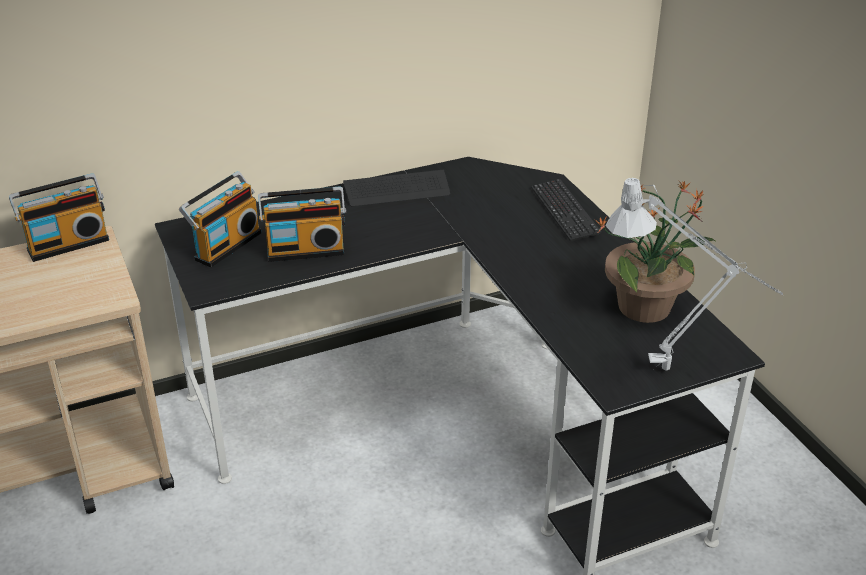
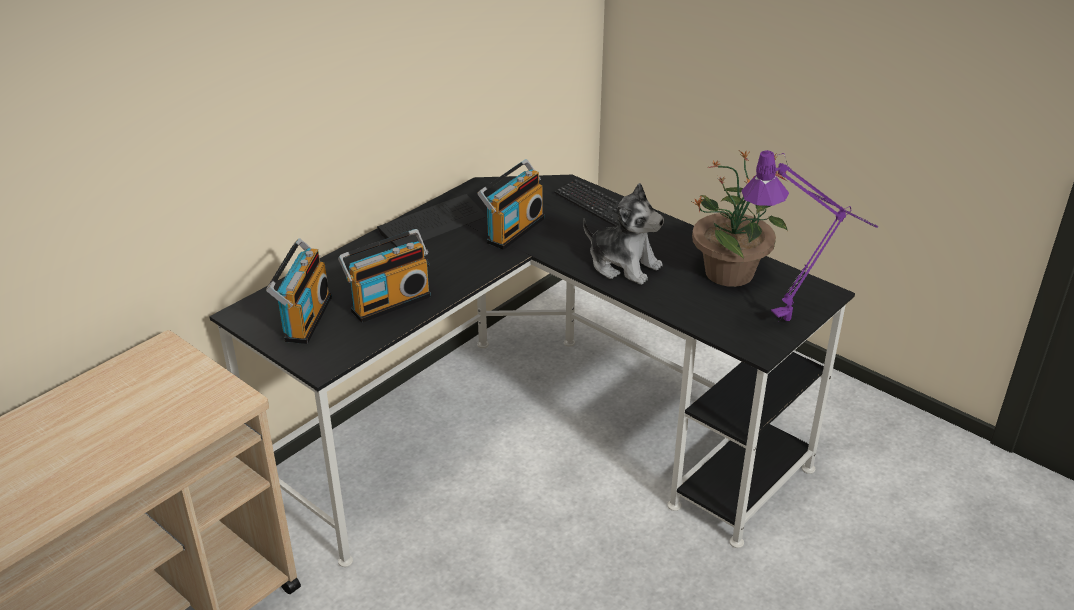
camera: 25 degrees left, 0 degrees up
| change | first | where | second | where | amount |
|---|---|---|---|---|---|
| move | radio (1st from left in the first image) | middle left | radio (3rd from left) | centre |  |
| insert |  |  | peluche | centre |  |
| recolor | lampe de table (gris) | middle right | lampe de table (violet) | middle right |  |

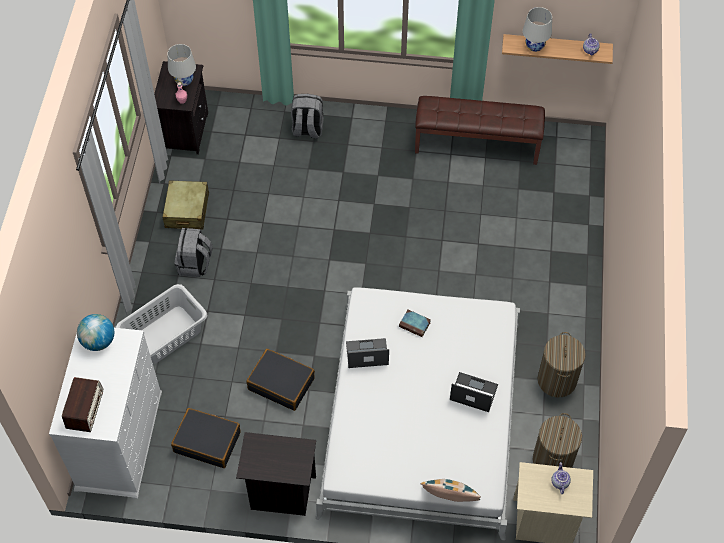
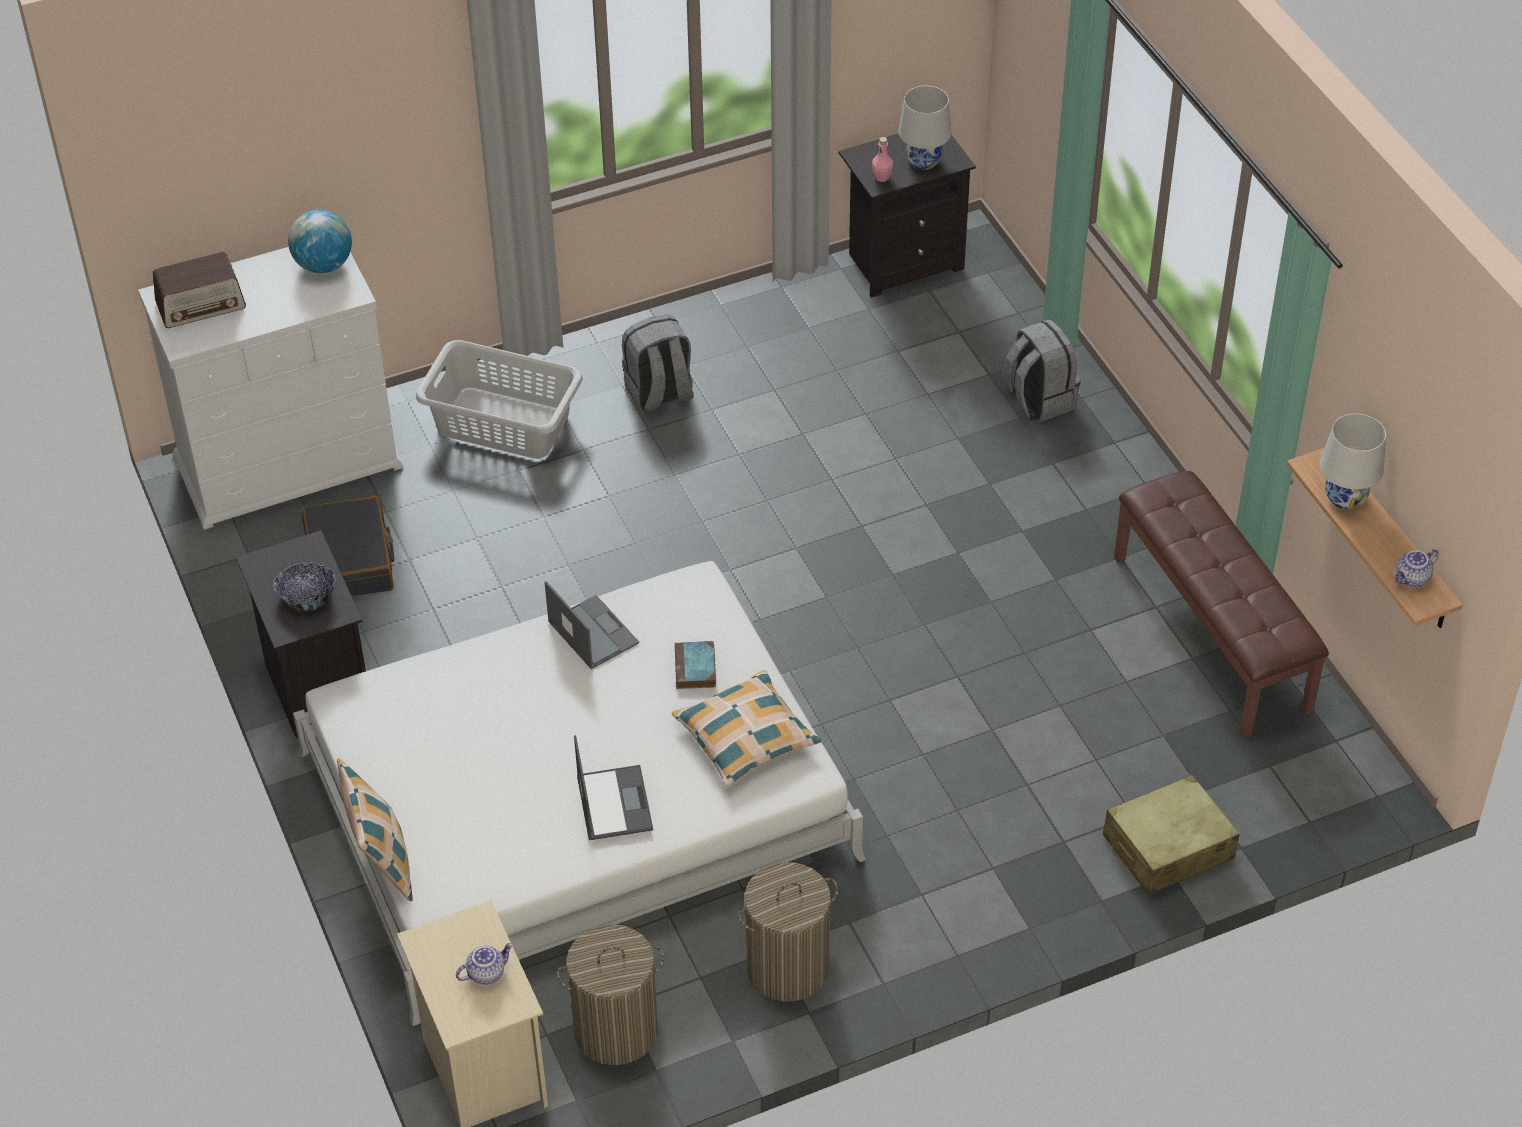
camera: 60 degrees right, 10 degrees down
| change | first | where | second | where | amount |
|---|---|---|---|---|---|
| insert |  |  | bol | middle left |  |
| insert |  |  | coussin (2nd from left) | centre |  |
| move | valise (beige) | middle left |  | bottom right |  |
| delete | valise (noir) (2nd from left) | bottom centre |  |  |  |

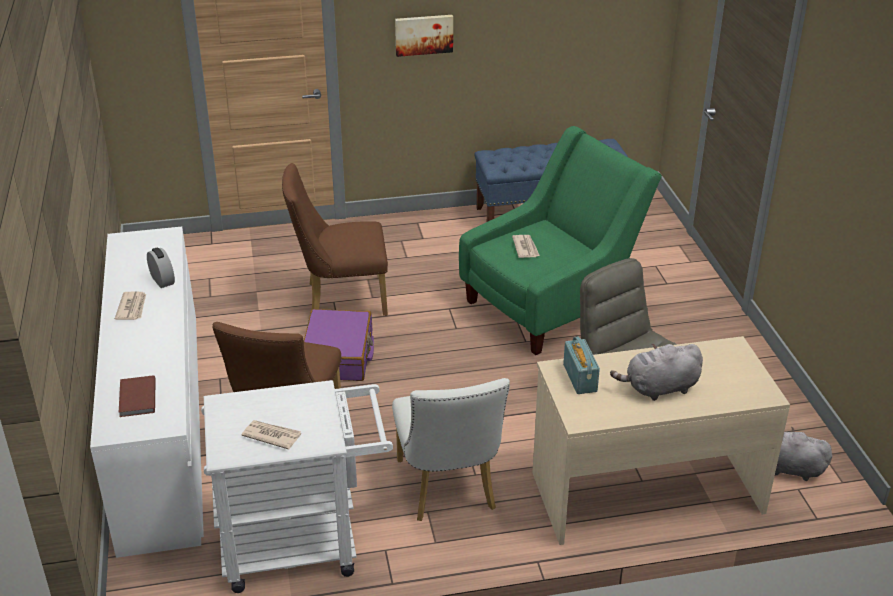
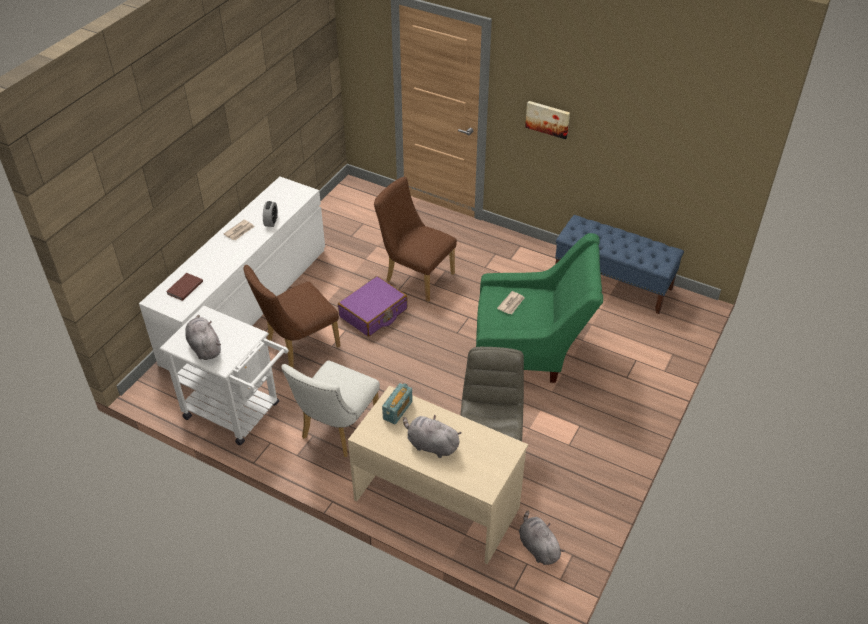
camera: 40 degrees right, 10 degrees up
| change | first | where | second | where | amount |
|---|---|---|---|---|---|
| replace | journal (2nd from left) | bottom left | peluche (gris) (1st from left) | middle left |  |

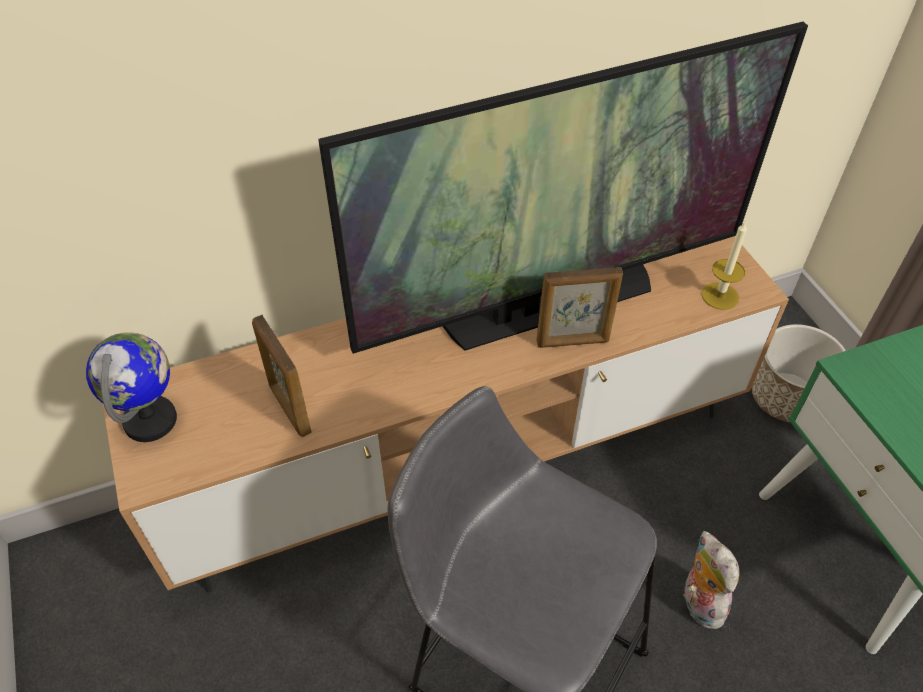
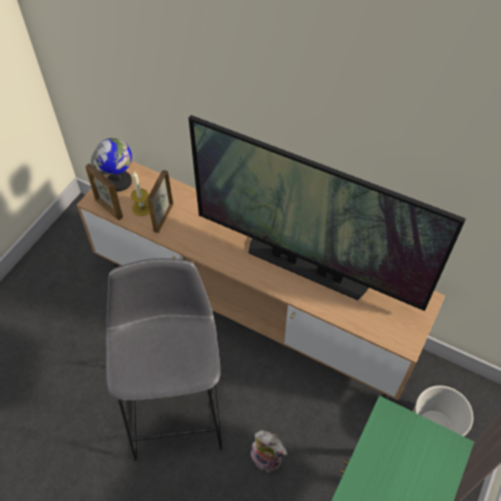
camera: 50 degrees right, 5 degrees up
| change | first | where | second | where | amount |
|---|---|---|---|---|---|
| move | cadre photo (2nd from left in the first image) | centre | cadre photo (1st from left) | middle left |  |
| move | bougie | middle right |  | middle left |  |
| rotate | peluche | bottom right |  | bottom centre | 90 degrees clockwise |

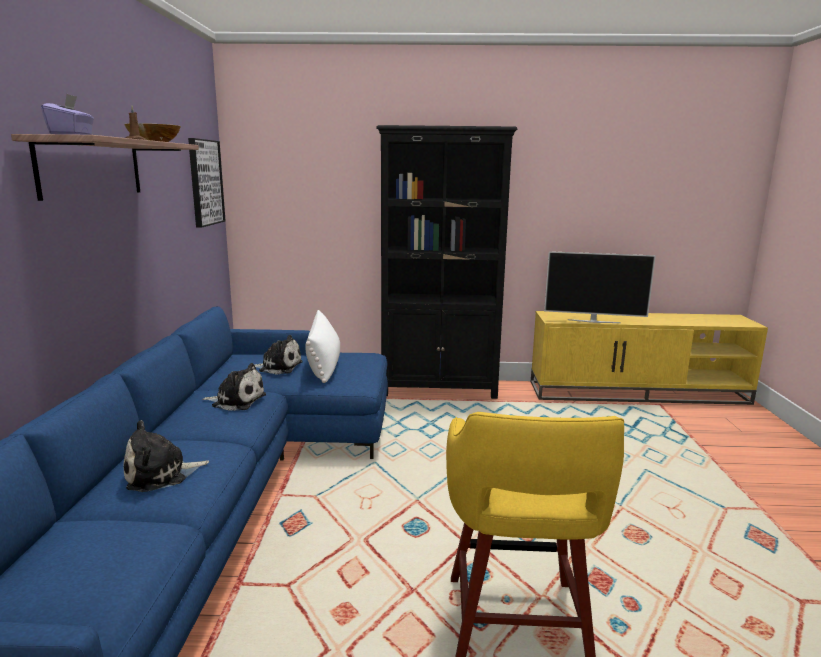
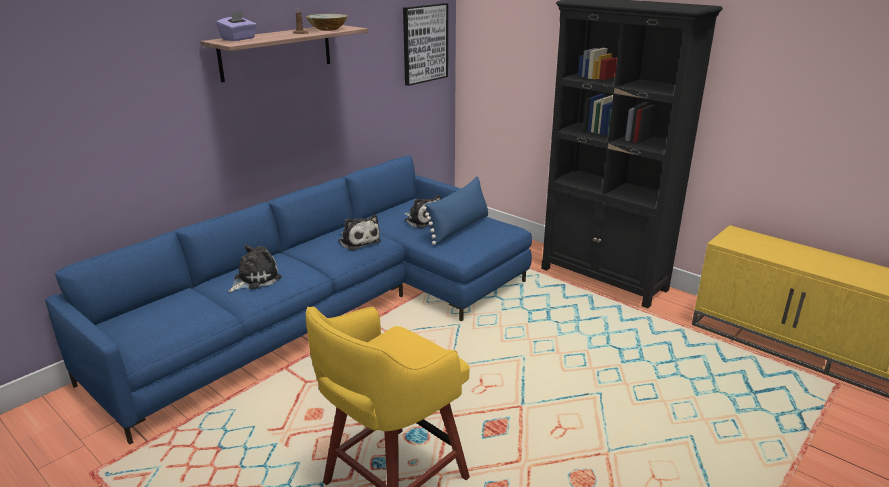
camera: 40 degrees right, 10 degrees up
| change | first | where | second | where | amount |
|---|---|---|---|---|---|
| rotate | peluche (1st from left) | bottom left |  | middle left | 120 degrees clockwise |
| recolor | coussin (blanc) | centre | coussin (bleu) | centre |  |
| delete | téléviseur | middle right |  |  |  |

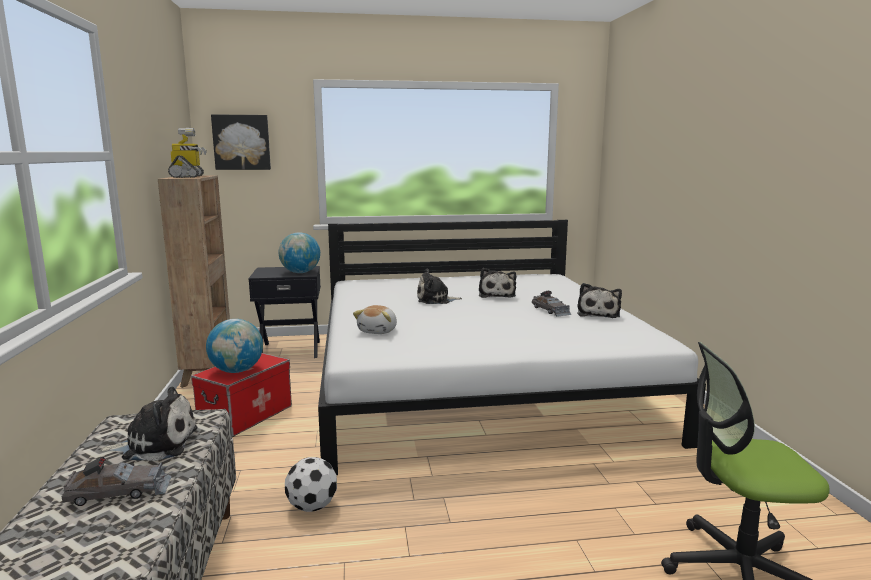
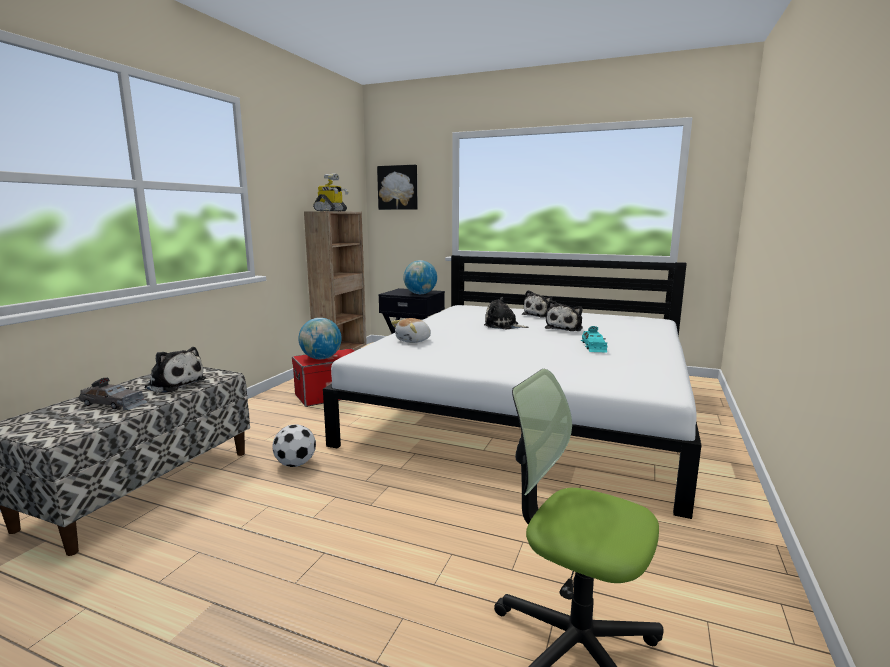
camera: 30 degrees right, 0 degrees up
| change | first | where | second | where | amount |
|---|---|---|---|---|---|
| move | peluche (5th from left in the first image) | middle right | peluche (4th from left) | centre |  |
| recolor | petite voiture (gris) (2nd from left) | centre | petite voiture (turquoise) | middle right |  |

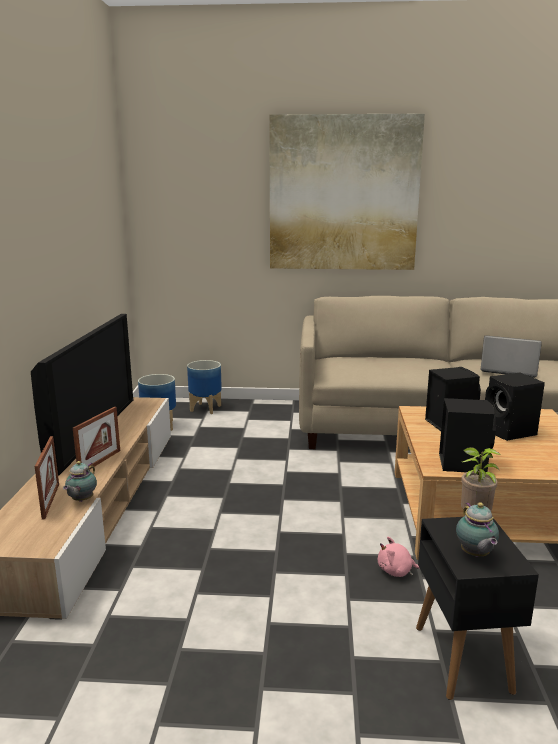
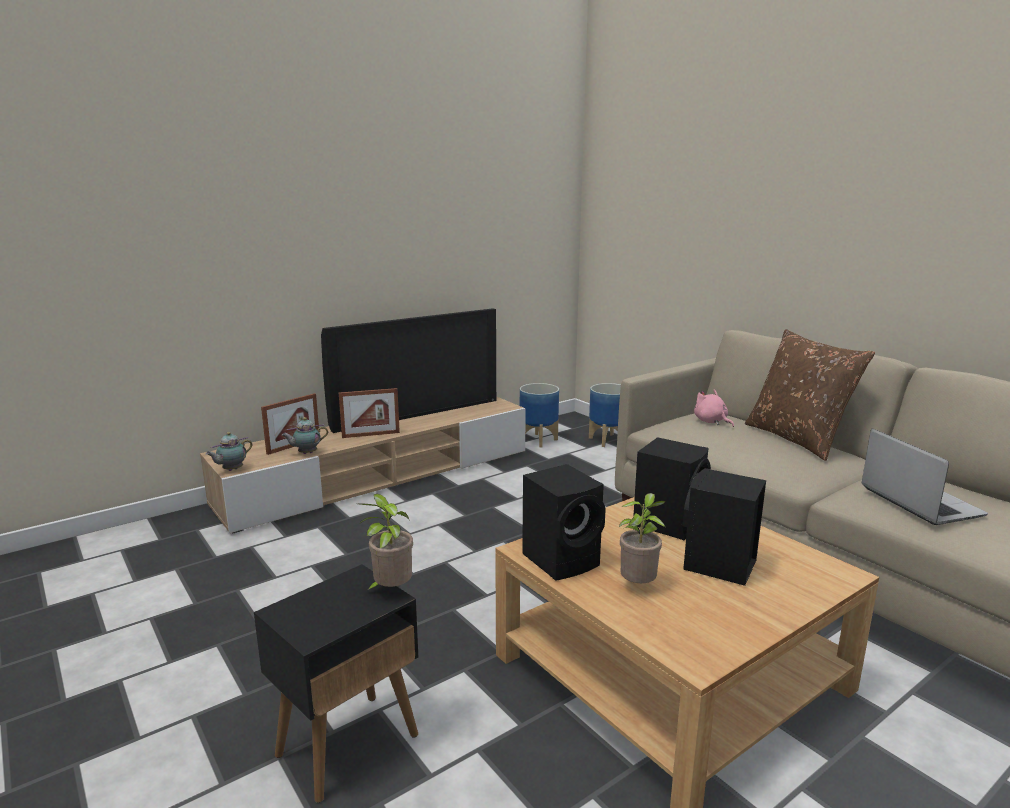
camera: 50 degrees right, 0 degrees up
| change | first | where | second | where | amount |
|---|---|---|---|---|---|
| move | théière (2nd from left in the first image) | bottom right | théière (1st from left) | middle left |  |
| insert |  |  | plante en pot (2nd from left) | centre |  |
| move | peluche (rose) | bottom right |  | middle right |  |
| insert |  |  | coussin (marron) | middle right |  |
| delete | tableau | top centre |  |  |  |

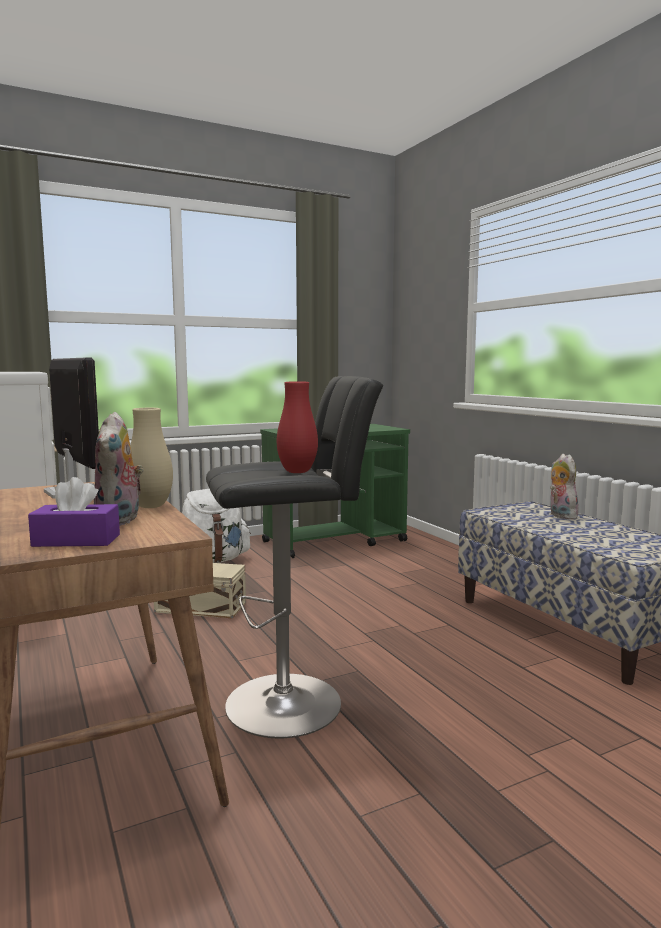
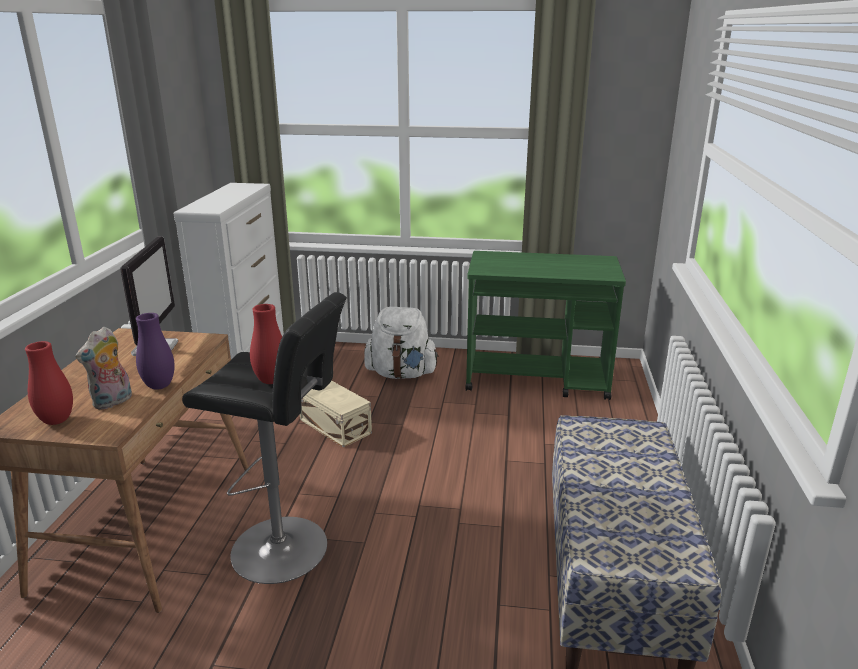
camera: 35 degrees right, 15 degrees up
| change | first | where | second | where | amount |
|---|---|---|---|---|---|
| replace | boîte à mouchoirs (violet) | middle left | vase (rouge) (1st from left) | middle left |  |
| recolor | vase (beige) | middle left | vase (violet) | middle left |  |
| delete | peluche (2nd from left) | middle right |  |  |  |

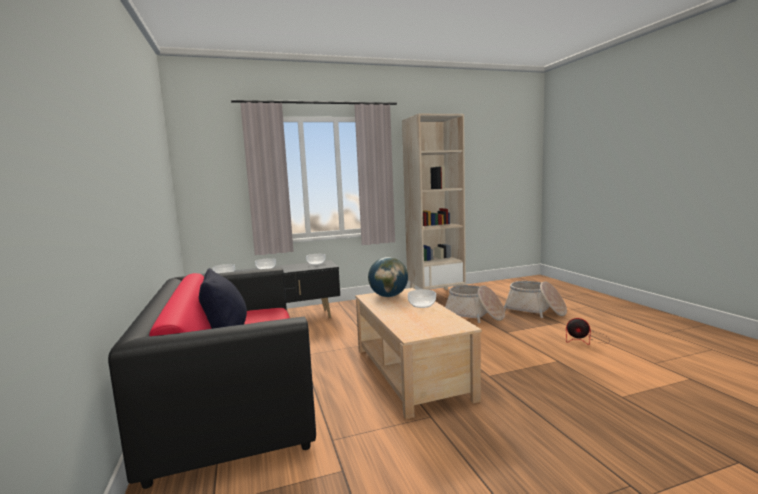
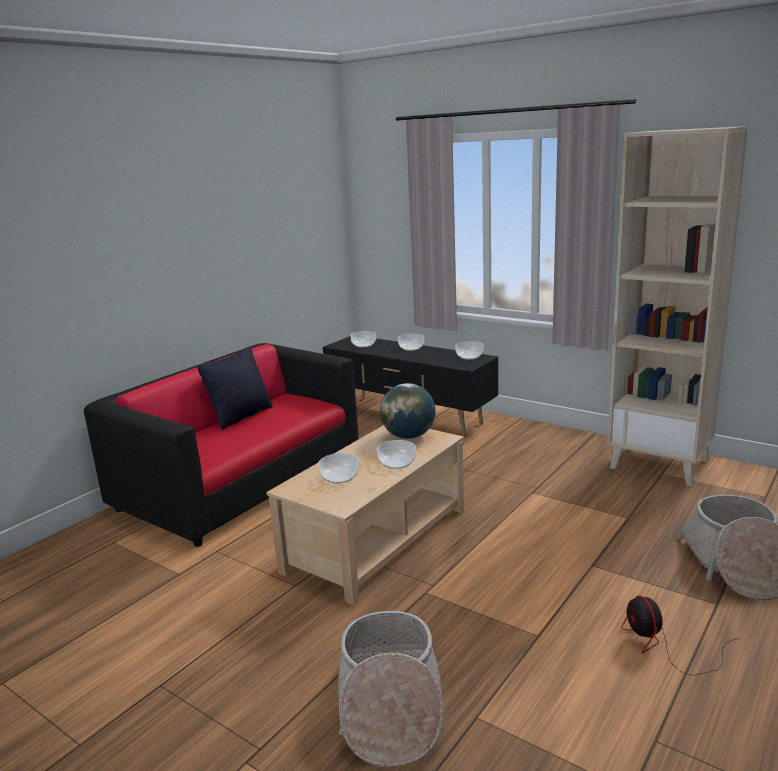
camera: 55 degrees right, 10 degrees up
| change | first | where | second | where | amount |
|---|---|---|---|---|---|
| insert |  |  | bol (1st from left) | centre |  |
| move | panier (1st from left) | centre |  | bottom centre |  |

